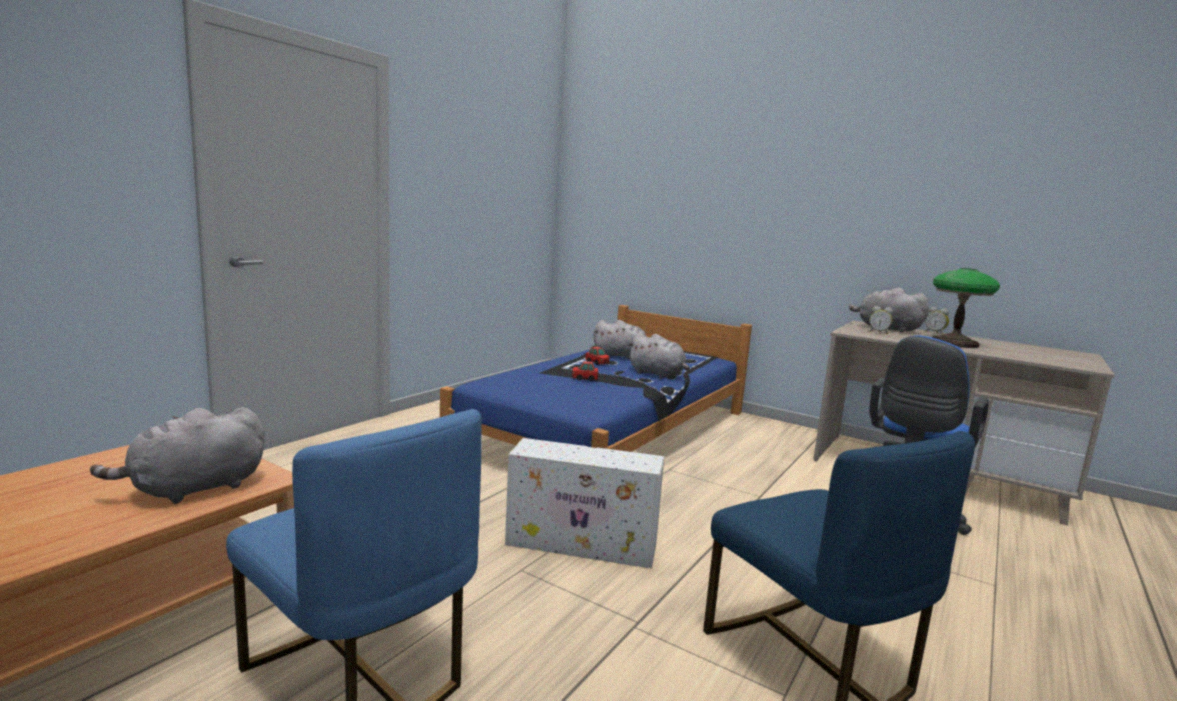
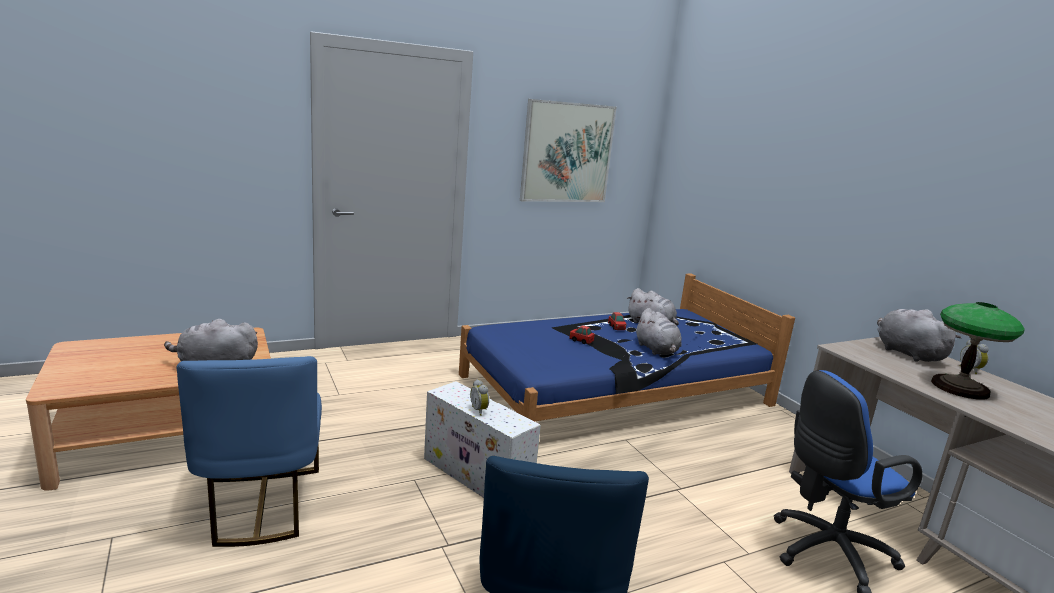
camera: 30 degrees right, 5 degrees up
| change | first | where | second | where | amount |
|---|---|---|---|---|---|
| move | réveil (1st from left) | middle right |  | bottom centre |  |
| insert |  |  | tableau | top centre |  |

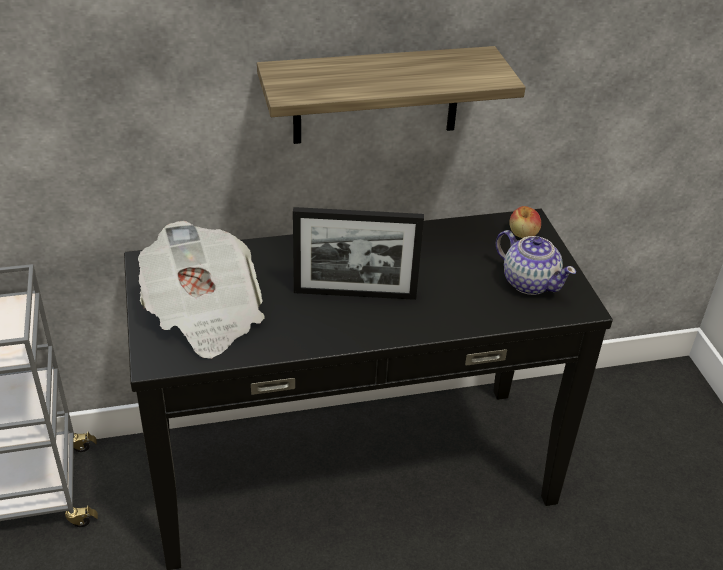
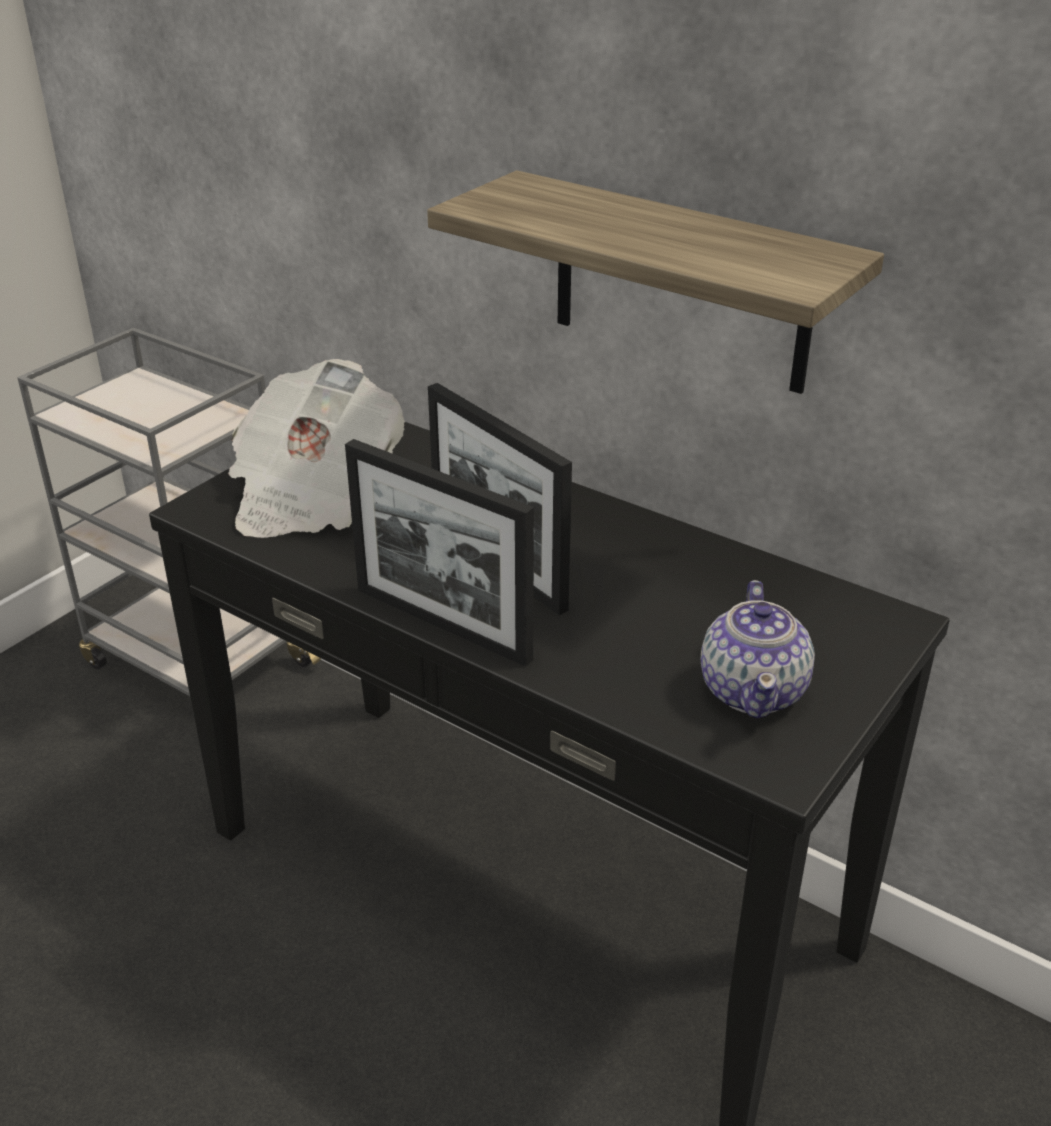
camera: 50 degrees right, 5 degrees down
| change | first | where | second | where | amount |
|---|---|---|---|---|---|
| insert |  |  | cadre photo (1st from left) | centre |  |
| delete | pomme | middle right |  |  |  |

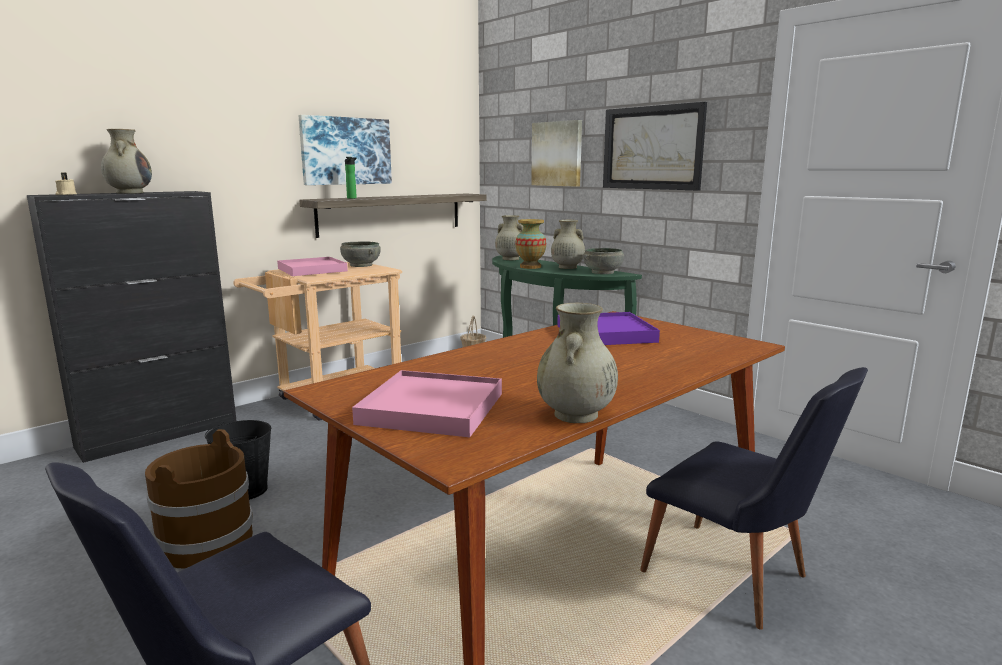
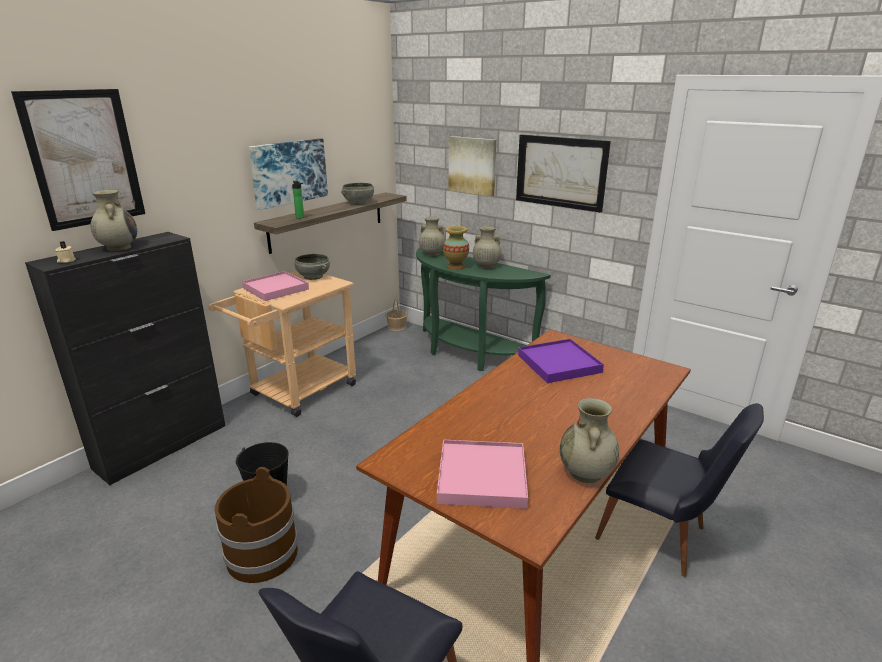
camera: 10 degrees left, 10 degrees up
| change | first | where | second | where | amount |
|---|---|---|---|---|---|
| insert |  |  | tableau (1st from left) | top left |  |
| move | bol (gris) (2nd from left) | centre |  | top centre |  |

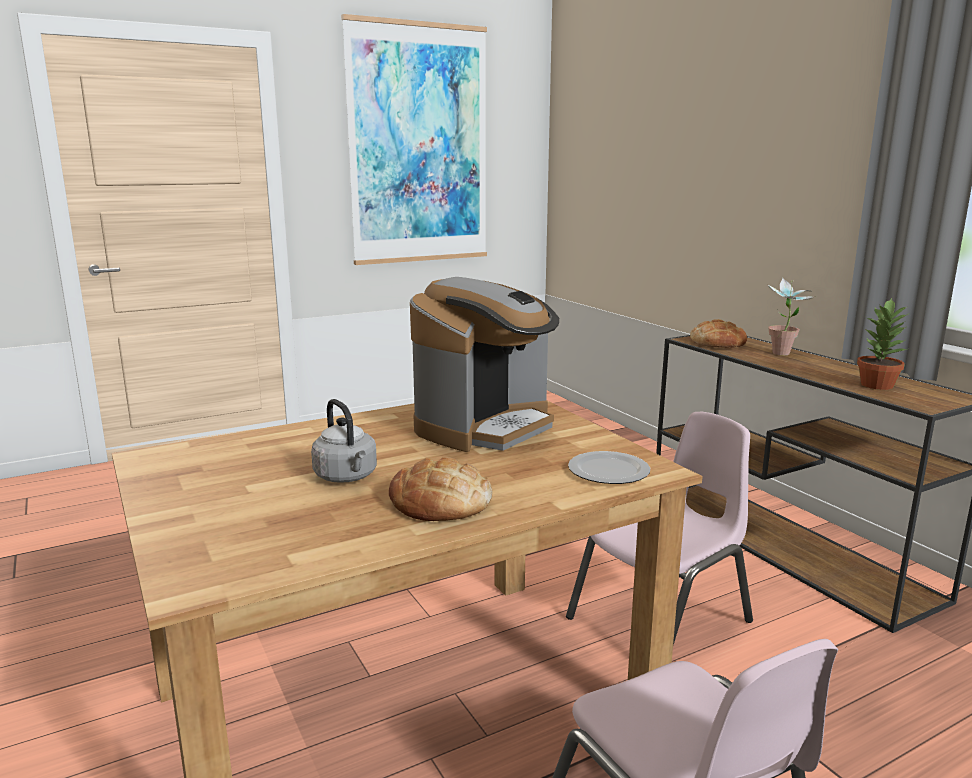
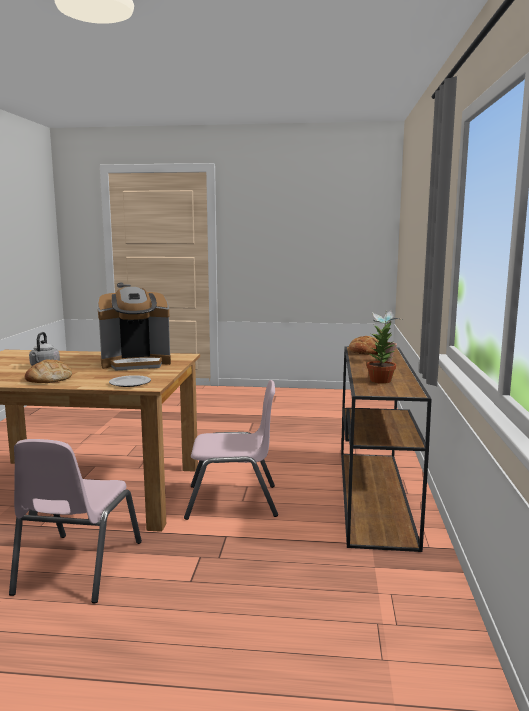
camera: 35 degrees right, 5 degrees down
| change | first | where | second | where | amount |
|---|---|---|---|---|---|
| delete | tableau | top centre |  |  |  |

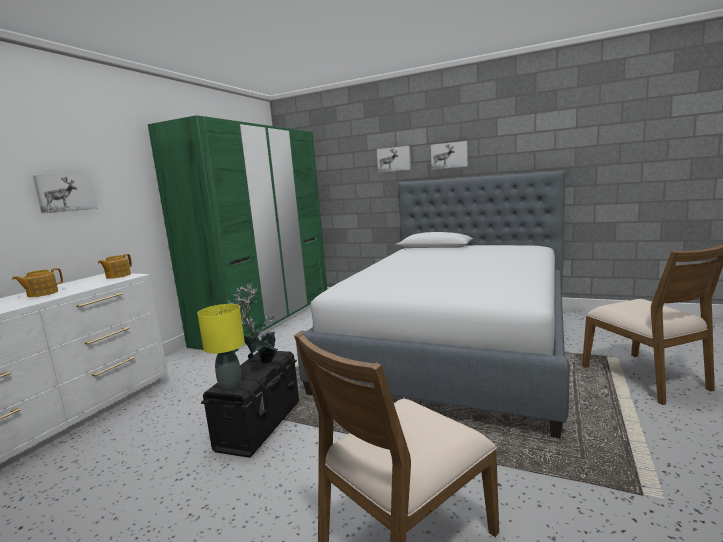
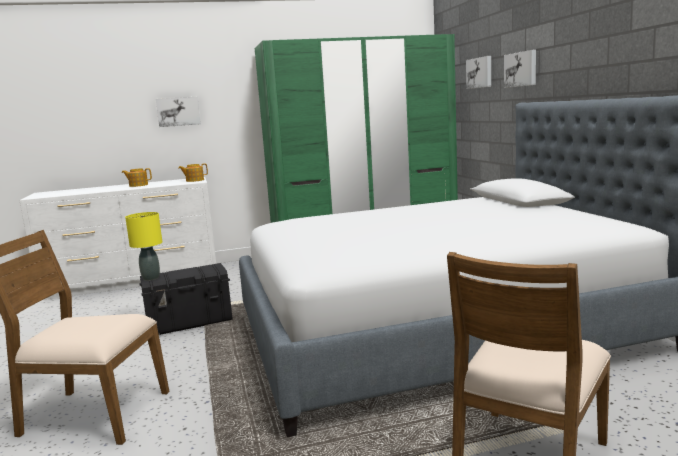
camera: 50 degrees right, 0 degrees up
| change | first | where | second | where | amount |
|---|---|---|---|---|---|
| move | tableau (3rd from left in the first image) | top centre | tableau (2nd from left) | top right |  |
| delete | plante en pot | centre |  |  |  |

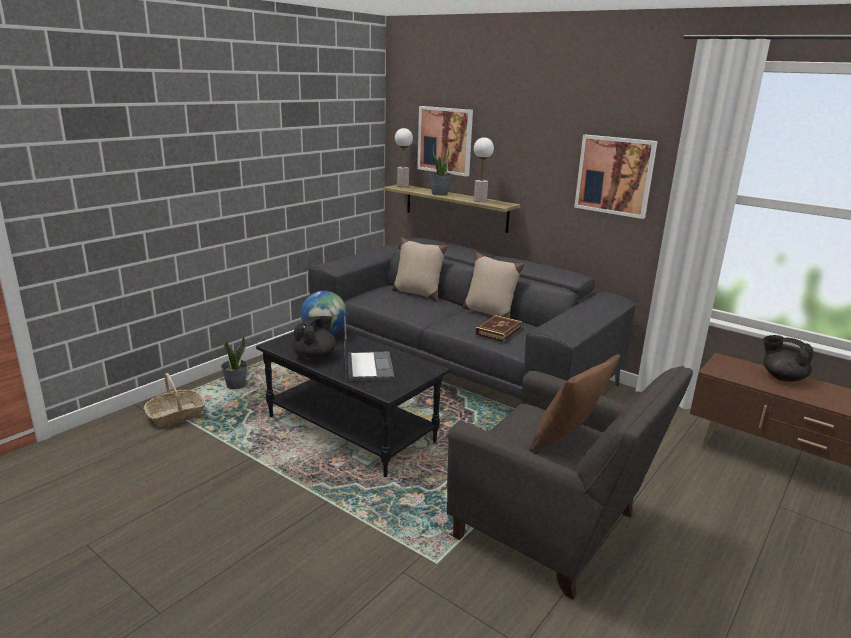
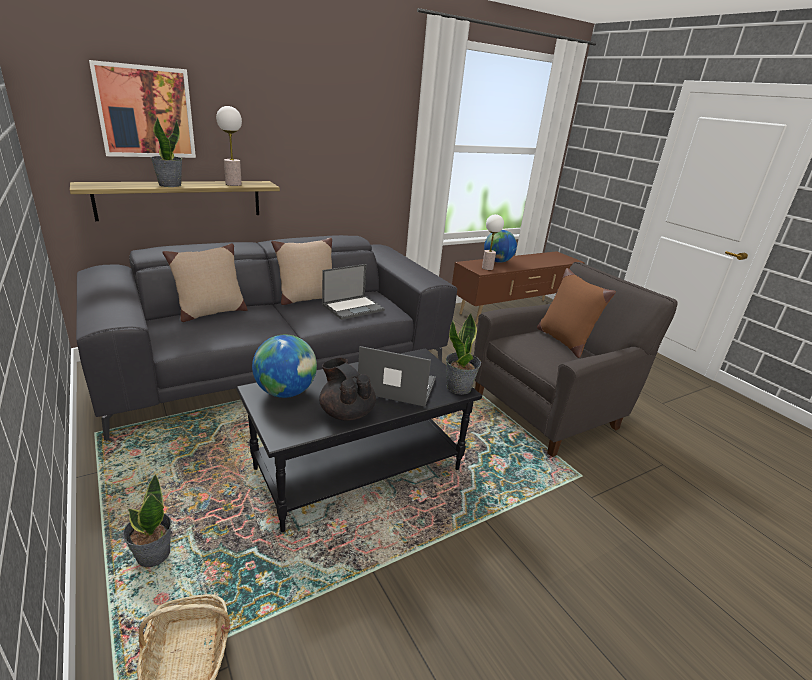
camera: 70 degrees left, 5 degrees up
| change | first | where | second | where | amount |
|---|---|---|---|---|---|
| replace | livre | centre | ordinateur portable (1st from left) | centre |  |
| insert |  |  | plante en pot (3rd from left) | centre |  |
| move | lampe de table (1st from left in the first image) | top centre | lampe de table (2nd from left) | centre |  |
| replace | théière (noir) (2nd from left) | middle right | globe (2nd from left) | centre |  |
| delete | tableau (2nd from left) | top right |  |  |  |

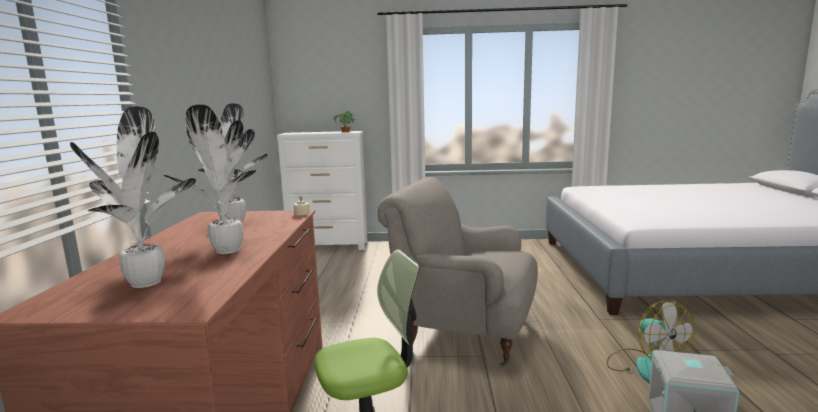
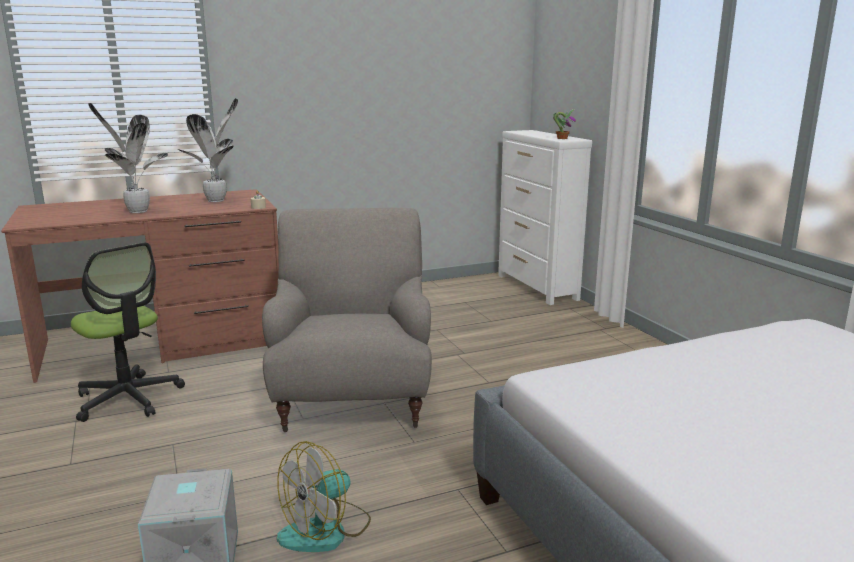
camera: 65 degrees right, 5 degrees up
| change | first | where | second | where | amount |
|---|---|---|---|---|---|
| delete | plante en pot (1st from left) | middle left |  |  |  |

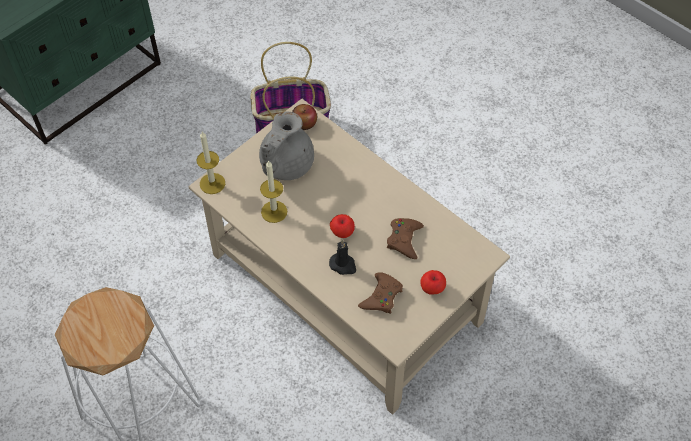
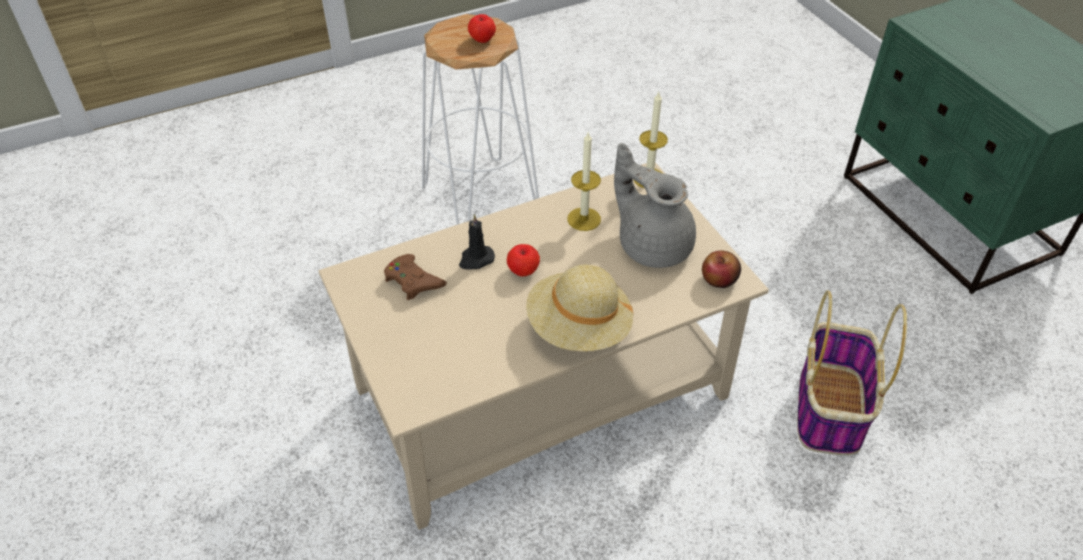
camera: 110 degrees right, 10 degrees down
| change | first | where | second | where | amount |
|---|---|---|---|---|---|
| move | pomme (3rd from left in the first image) | centre | pomme (1st from left) | top centre |  |
| insert |  |  | chapeau (beige) | centre |  |
| delete | manette (marron) (2nd from left) | centre |  |  |  |

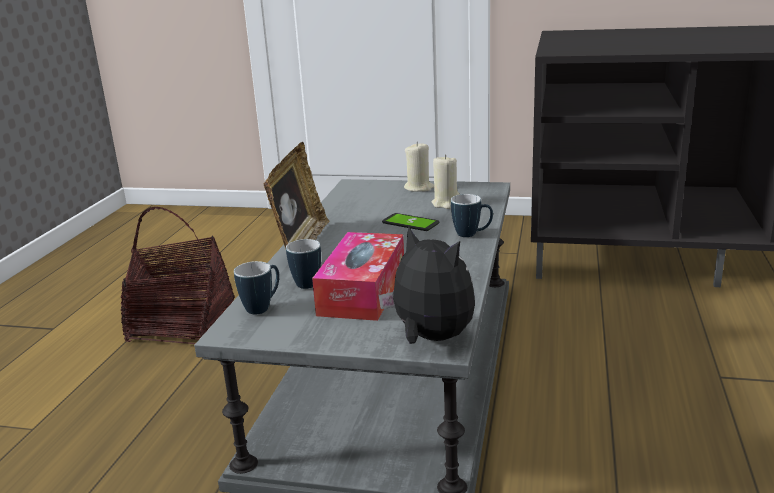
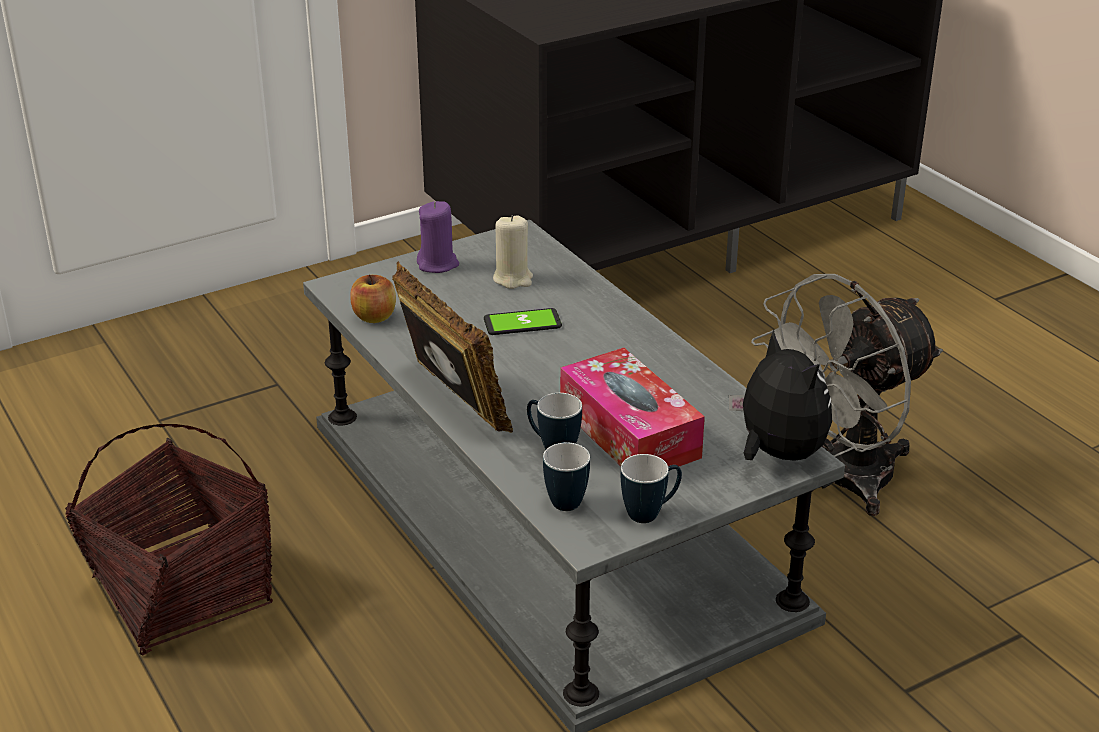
camera: 45 degrees left, 10 degrees up
| change | first | where | second | where | amount |
|---|---|---|---|---|---|
| insert |  |  | pomme | centre |  |
| recolor | bougie (beige) (1st from left) | centre | bougie (violet) | top centre |  |
| move | mug (3rd from left) | centre |  | bottom centre |  |
| rotate | peluche | centre |  | middle right | 60 degrees clockwise |
| insert |  |  | ventilateur (gris) | middle right |  |

